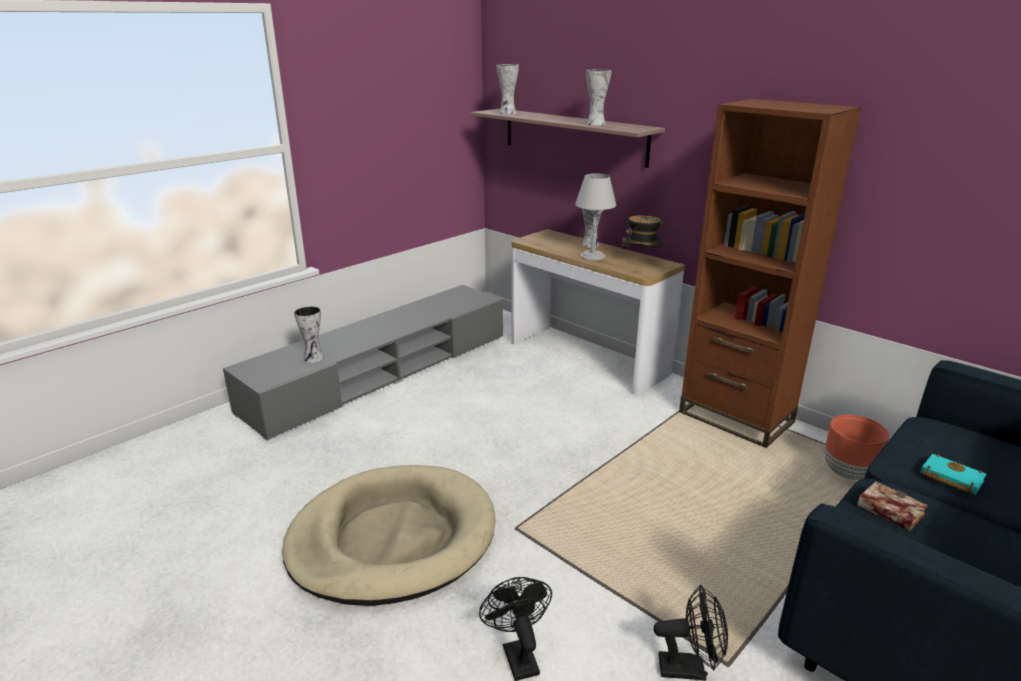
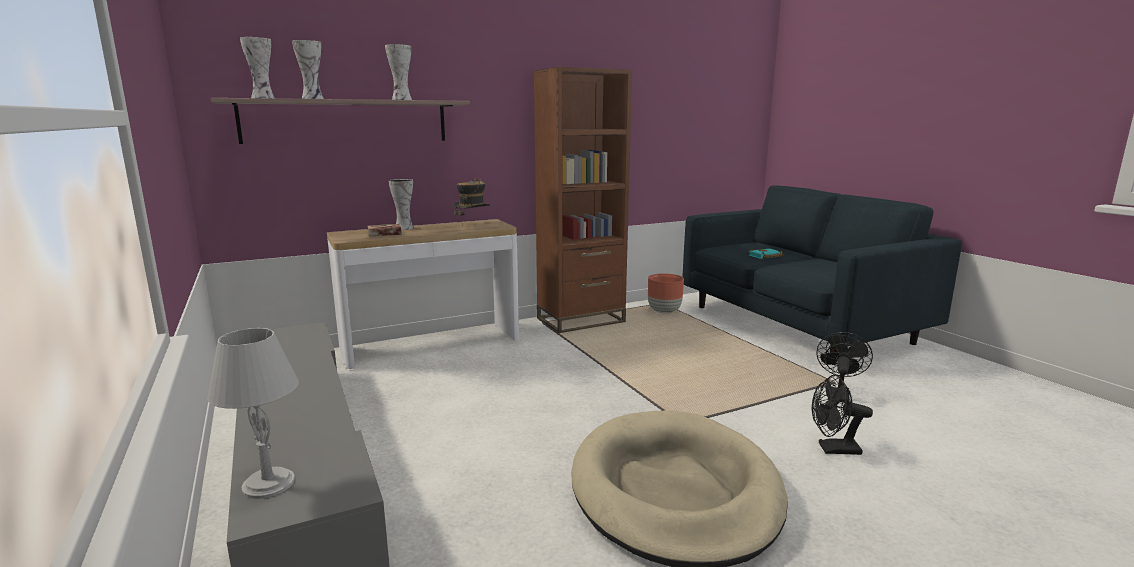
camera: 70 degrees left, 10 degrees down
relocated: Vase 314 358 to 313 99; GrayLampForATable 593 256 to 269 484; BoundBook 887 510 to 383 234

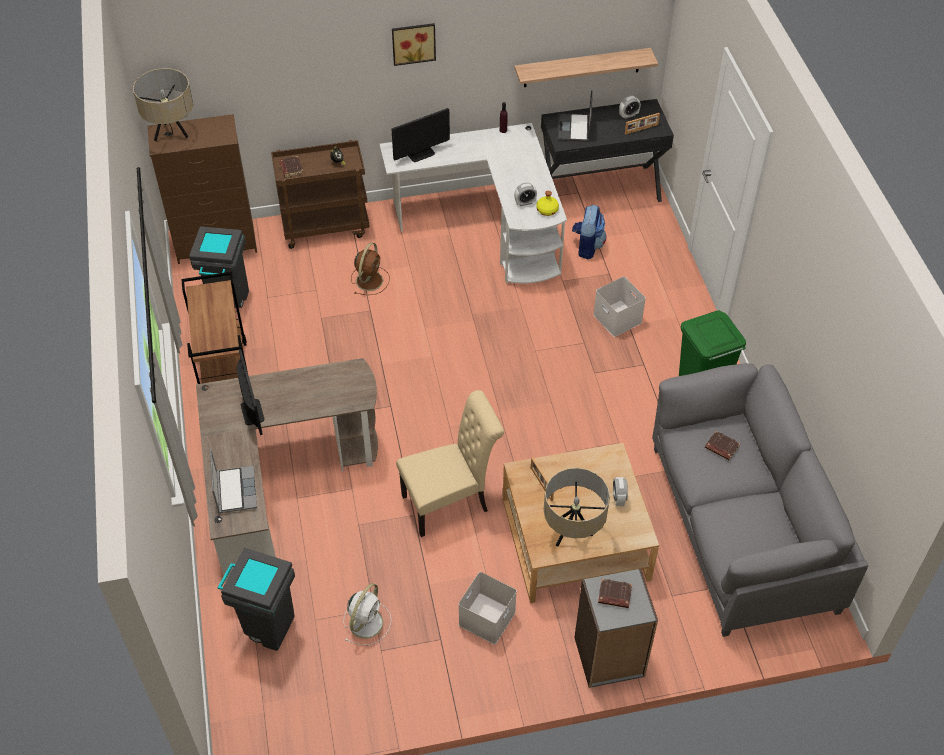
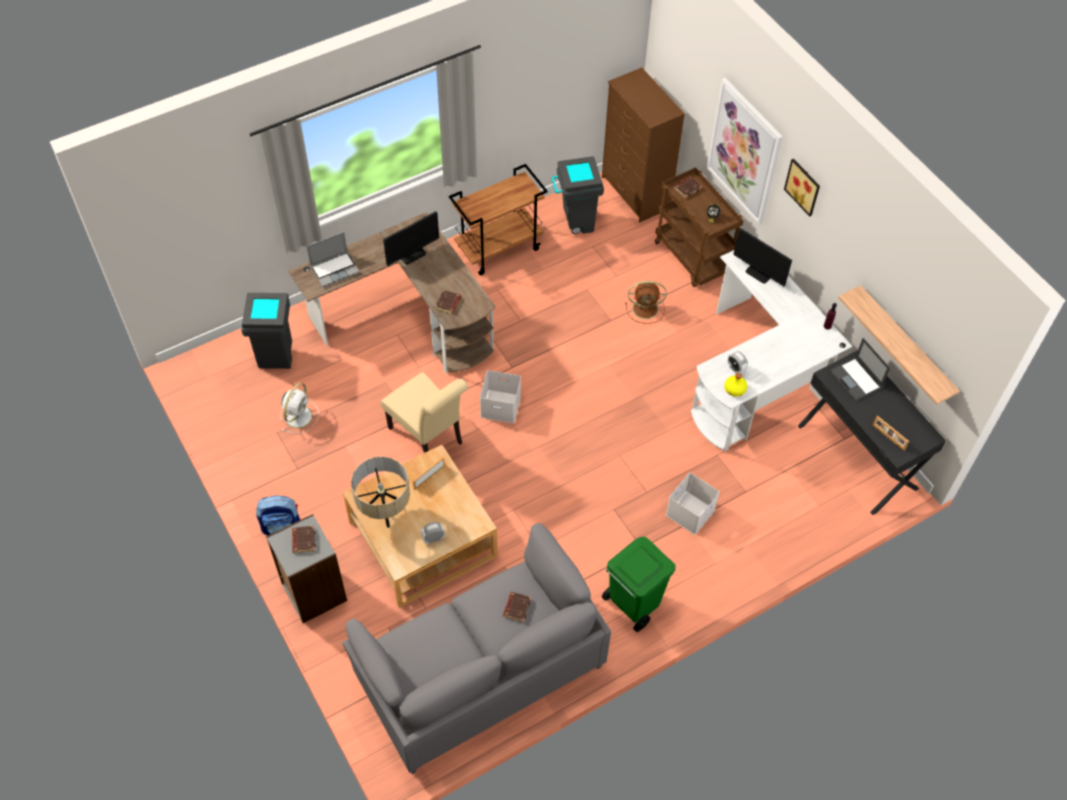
camera: 70 degrees right, 5 degrees up
missing: BeigeLampForATable 172 135; AlarmClock 628 115
appeared: BrownishBoundBook 448 304; Picture 744 152
relocated: WhiteColouredStorageContainer 487 619 to 499 407; Backpack 587 246 to 282 526
spun: WhiteColouredElectricFan 367 622 = 299 415 75 degrees counterclockwise; PortableComputer 574 128 = 856 379 105 degrees counterclockwise

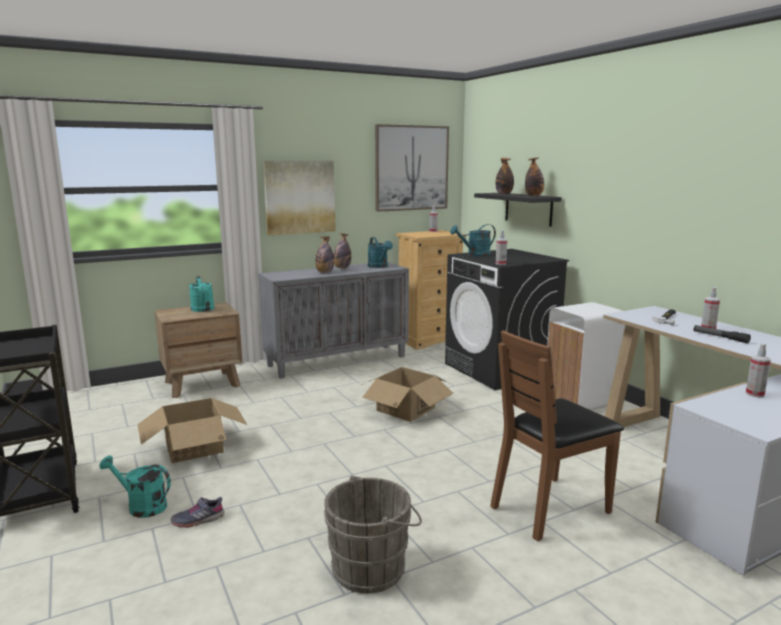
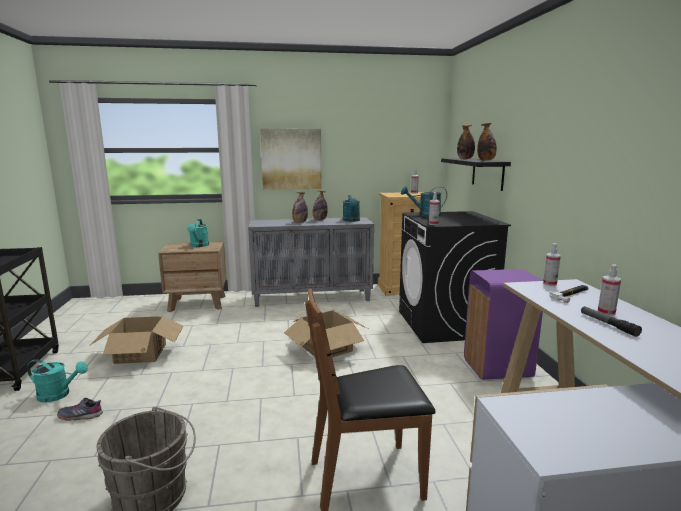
camera: 20 degrees right, 0 degrees up
missing: Picture 411 168
relocated: Sprayer 755 394 to 550 284
colour: WhiteColouredRubbishBin 580 401 to PurpleRubbishBin 498 368
spun: TurquoiseWateringPot 141 506 = 59 395 150 degrees clockwise

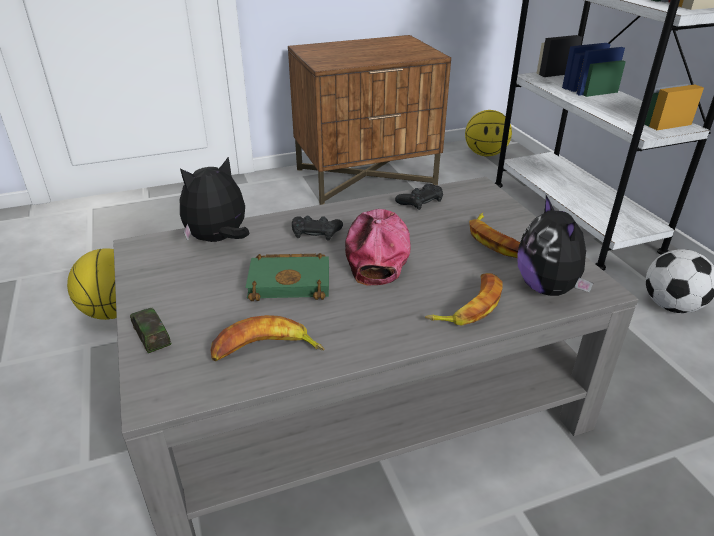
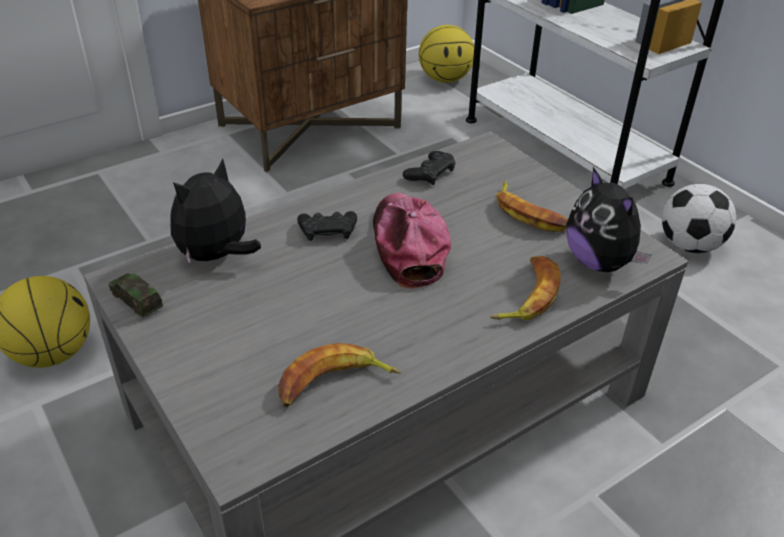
camera: 15 degrees left, 5 degrees up
missing: GreenColouredBoundBook 292 281
relocated: ToyCar 151 335 to 137 300

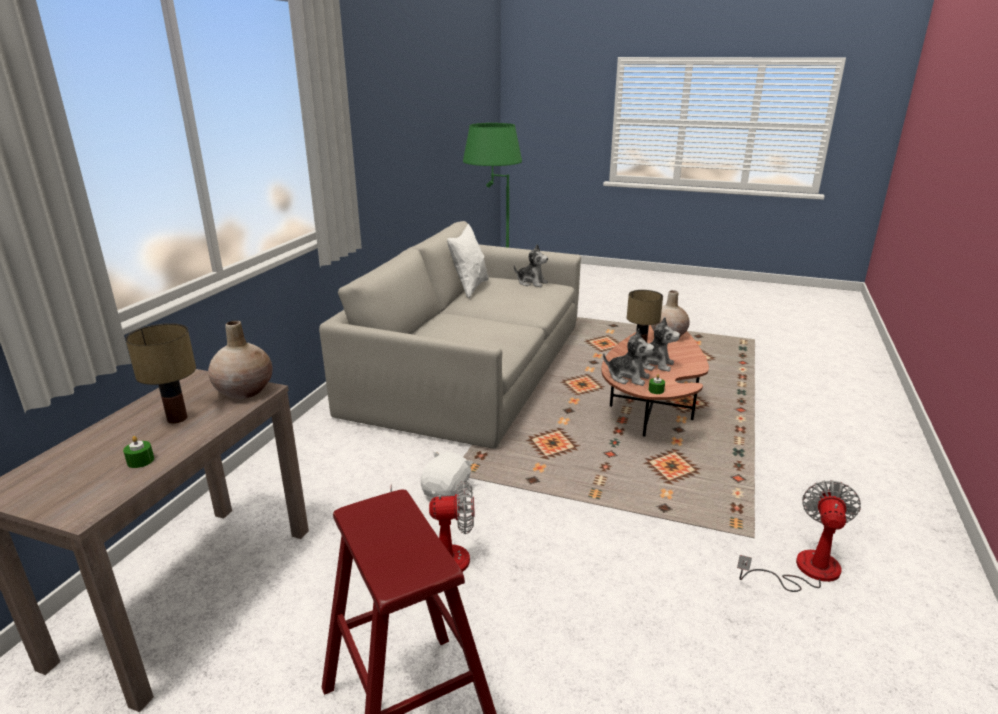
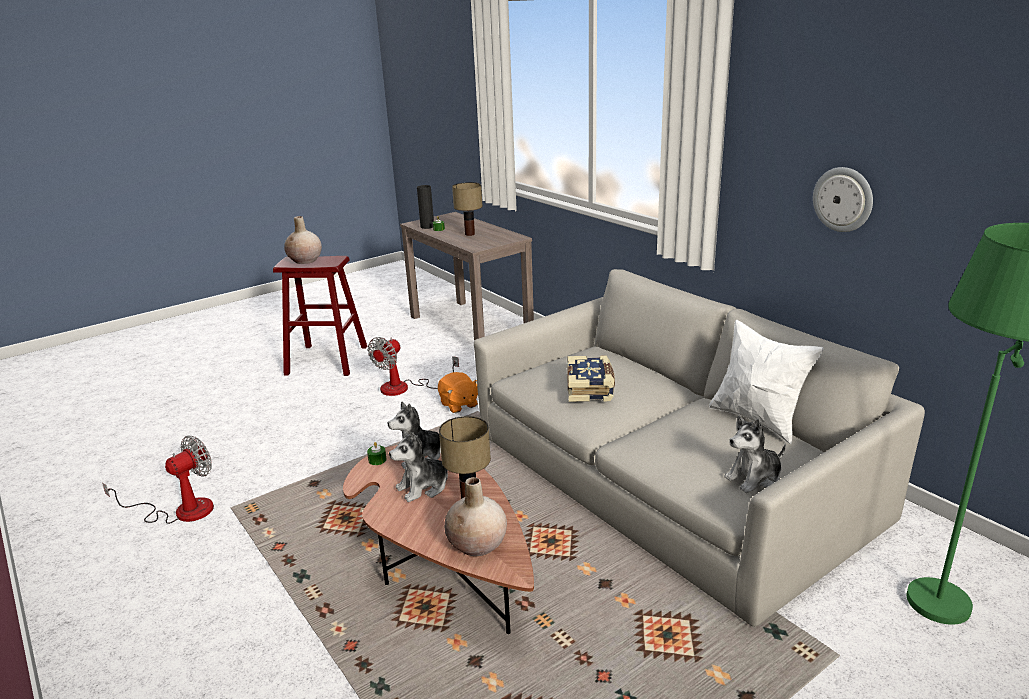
camera: 125 degrees right, 0 degrees up
appeared: BlackishVase 427 226; BoundBook 591 388; ClockOnTheWall 843 199
relocated: BeigeVase 245 390 to 305 260
colour: WhiteColouredPlushToy 447 492 to OrangeColouredPlushToy 458 404
spun: ElectricFan 804 570 = 181 510 105 degrees counterclockwise

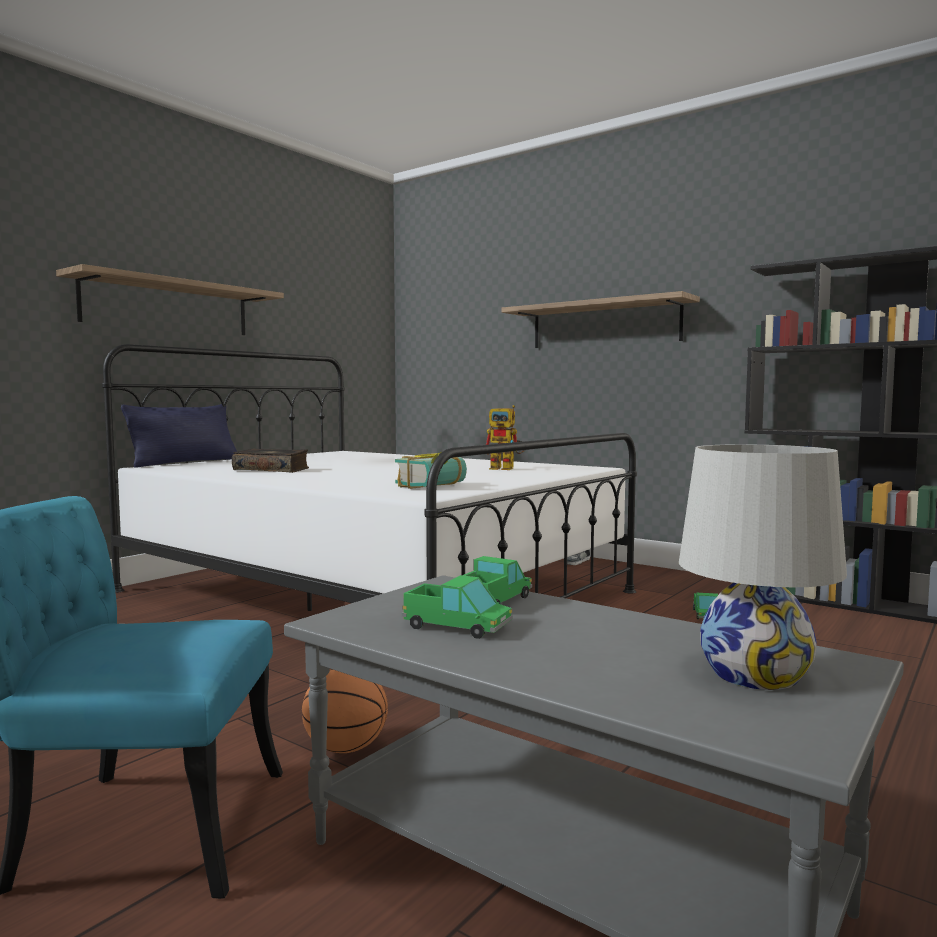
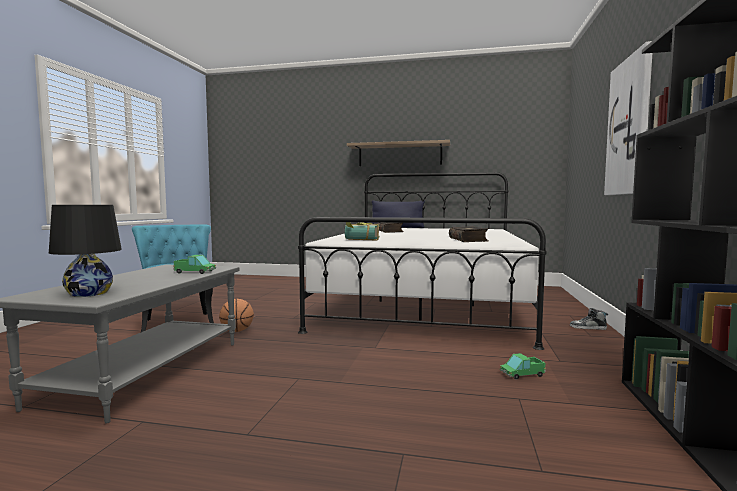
camera: 65 degrees right, 0 degrees up
missing: ModelTruck 457 626
exchanged: ToyRobot 507 469 to BoundBook 468 240; BracketShelf 604 324 to Picture 630 127
colour: WhiteColouredLampForATable 755 674 to BlackishLampForATable 88 293

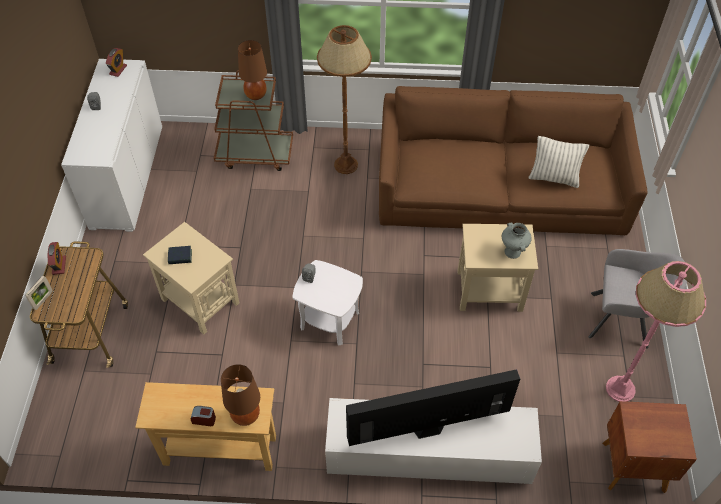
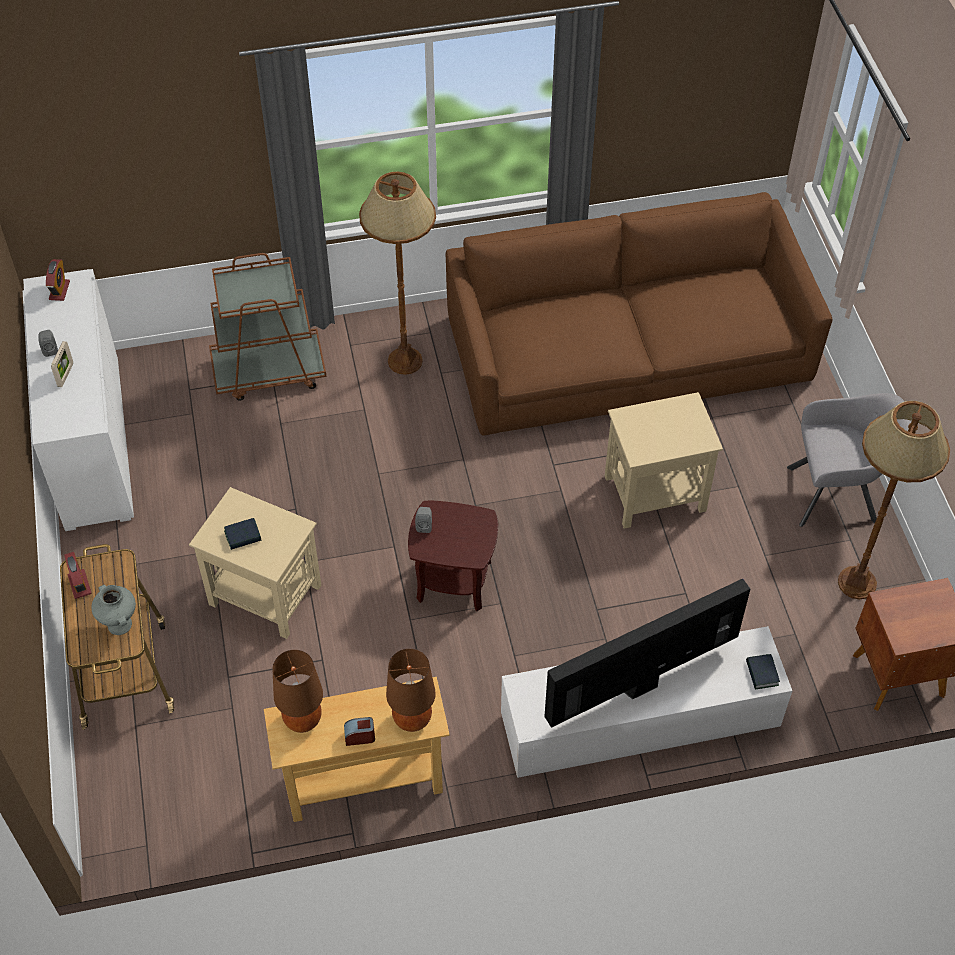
camera: 15 degrees left, 0 degrees up
missing: Cushion 554 178
appeared: BoundBook 762 673
relocated: PhotoFrame 43 300 to 65 375; BrownishLampForATable 255 95 to 302 719; GrayVase 513 252 to 120 624
colour: WhiteColouredEndTable 329 320 to BrownishEndTable 453 581; PinkishFloorLamp 620 388 to BrownishFloorLamp 856 582

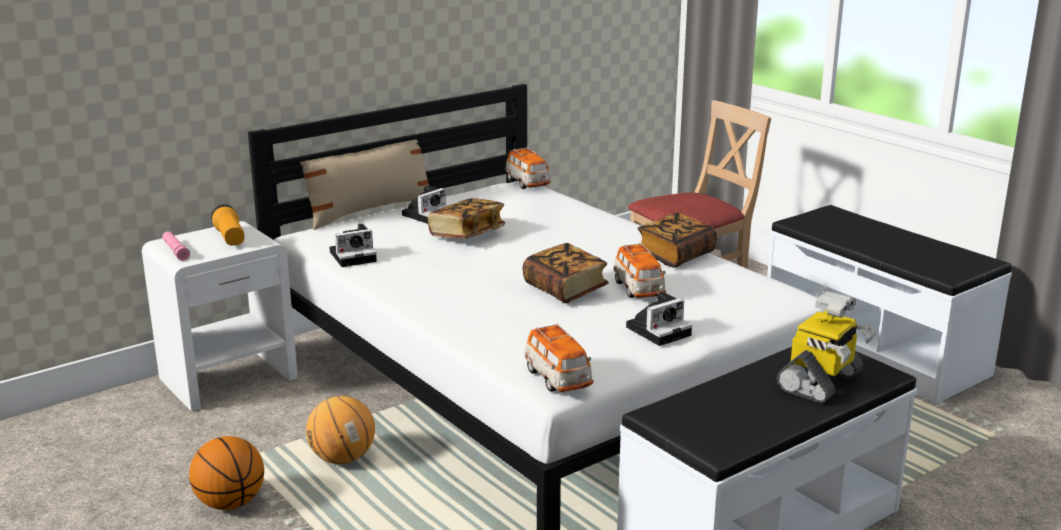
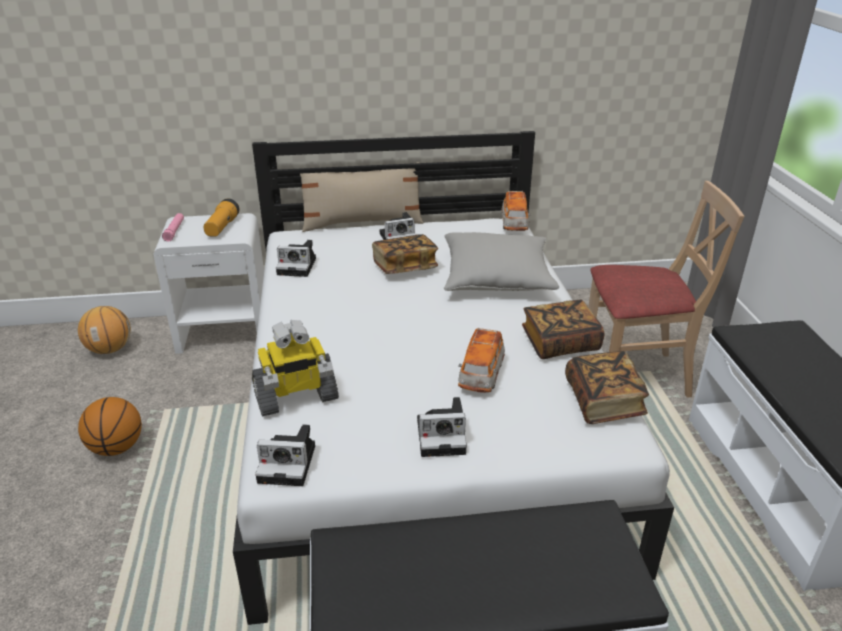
camera: 30 degrees right, 10 degrees up
appeared: GrayCushion 496 278
relocated: BasketballBall 342 459 to 110 349; BoundBook 565 289 to 603 402; ToyRobot 821 382 to 296 397
exchanged: ToyCar 557 379 to PhotoCamera 290 463

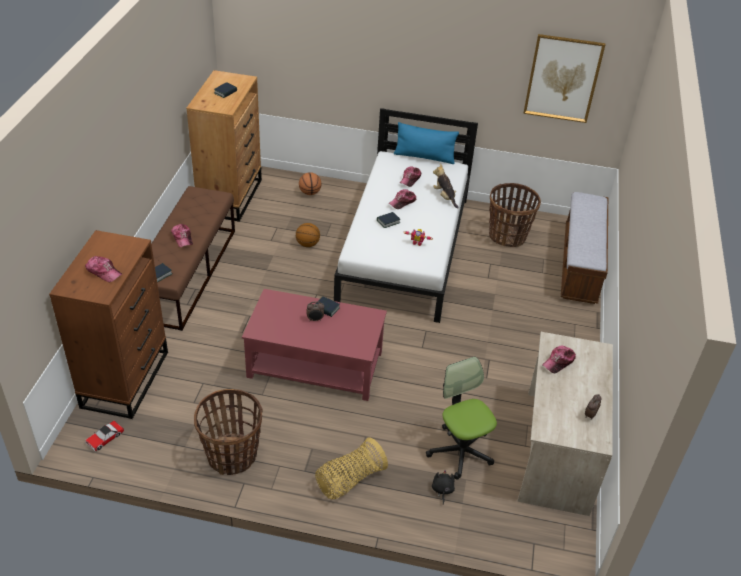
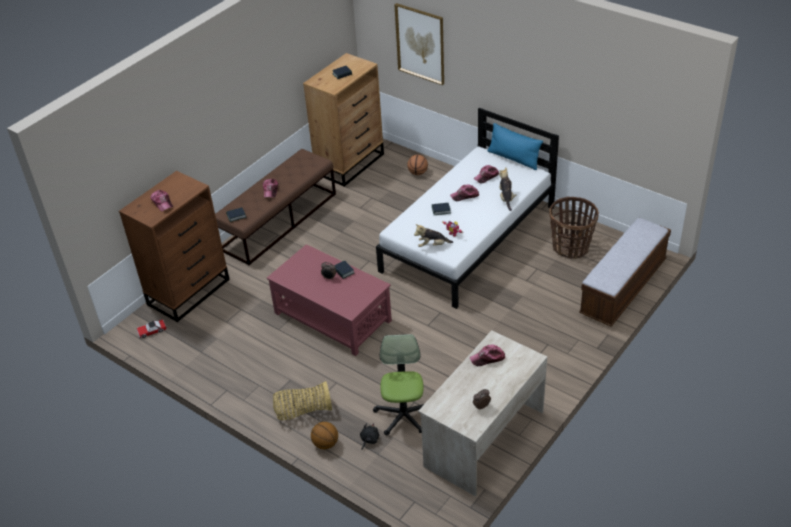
camera: 30 degrees right, 0 degrees up
missing: Basket 232 456
appeared: PlushToy 432 245
relocated: BasketballBall 307 244 to 325 443; Picture 563 78 to 420 43

